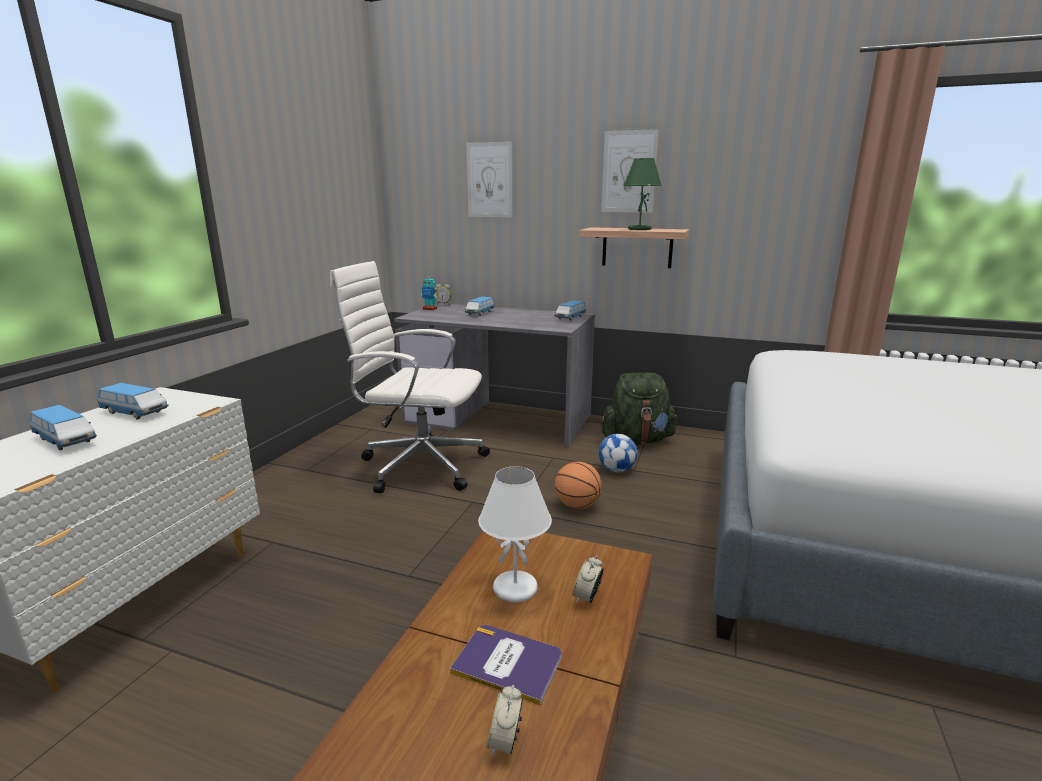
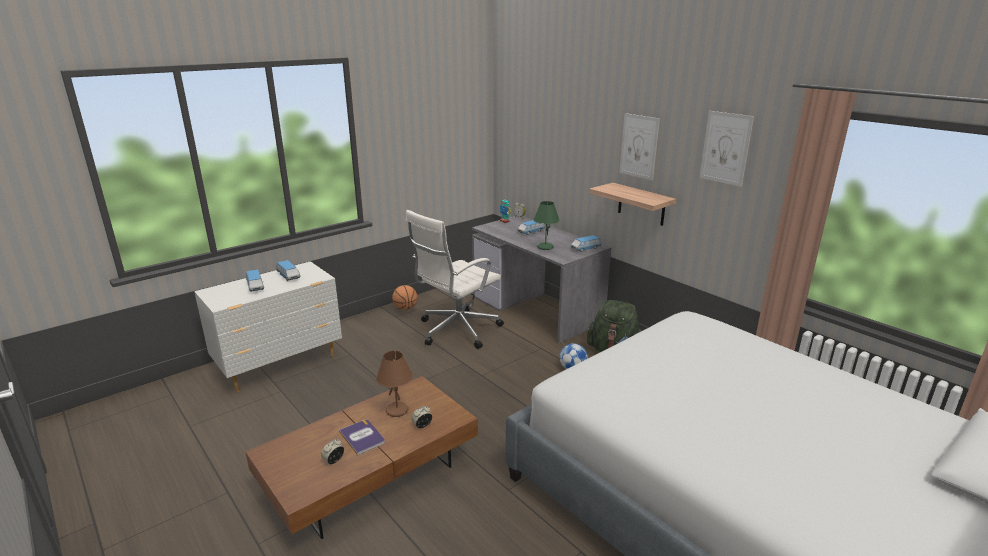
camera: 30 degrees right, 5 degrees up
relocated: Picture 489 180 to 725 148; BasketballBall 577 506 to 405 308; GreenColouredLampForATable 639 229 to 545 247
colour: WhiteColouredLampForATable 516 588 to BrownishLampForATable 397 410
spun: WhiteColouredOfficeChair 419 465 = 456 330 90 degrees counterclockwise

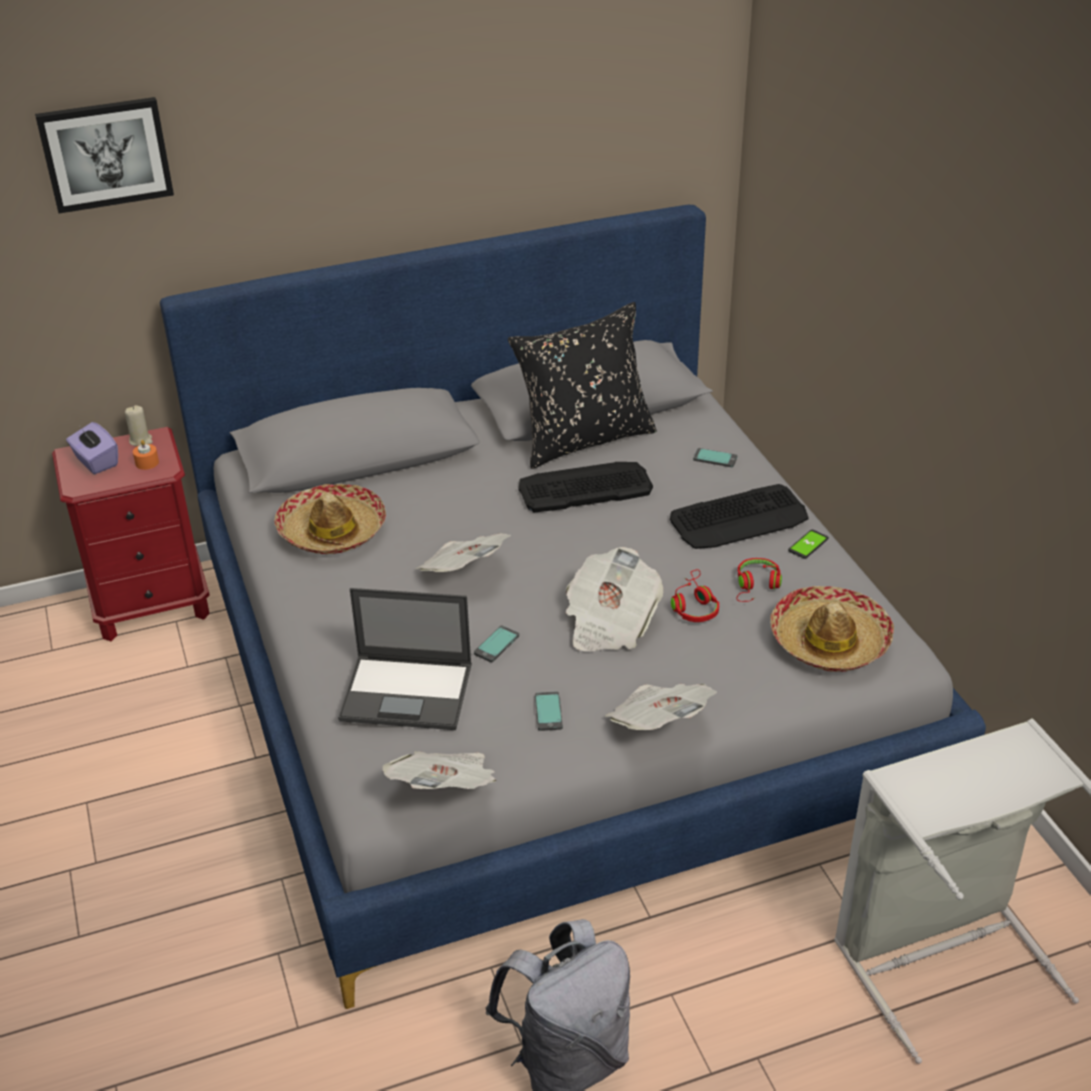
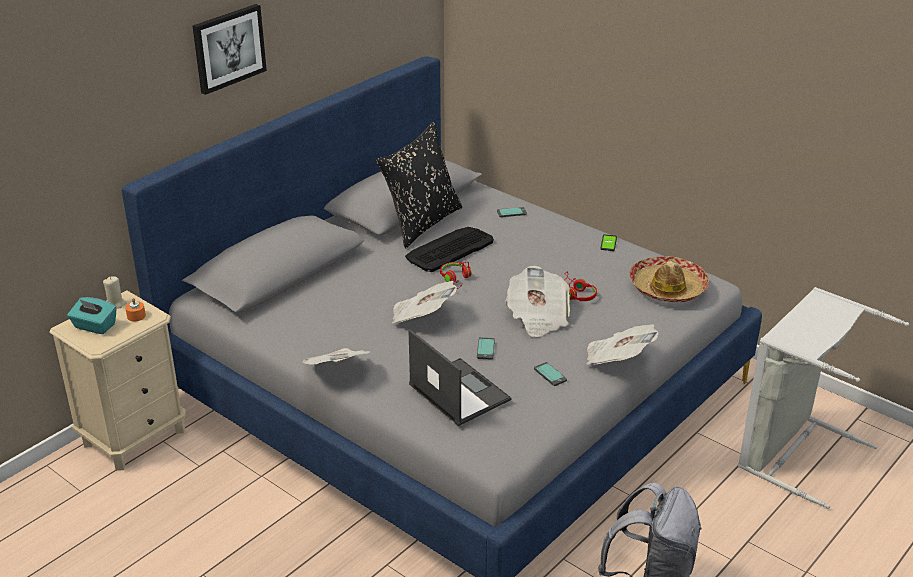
camera: 30 degrees left, 5 degrees down
missing: Hat 332 531; ComputerKeyboard 739 519
relocated: Picture 105 154 to 228 48; Newspaper 445 790 to 337 371; ReddishHeadset 756 586 to 456 279
colour: ReddishNightstand 152 605 to BeigeNightstand 134 437; PurpleTissueHolder 96 461 to TurquoiseTissueHolder 94 326
spun: PortableComputer 408 692 = 458 392 105 degrees counterclockwise

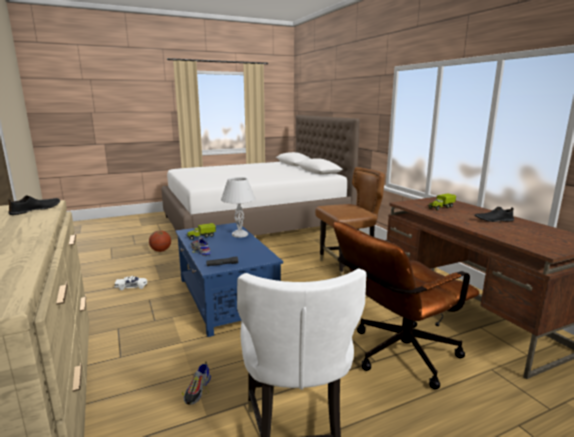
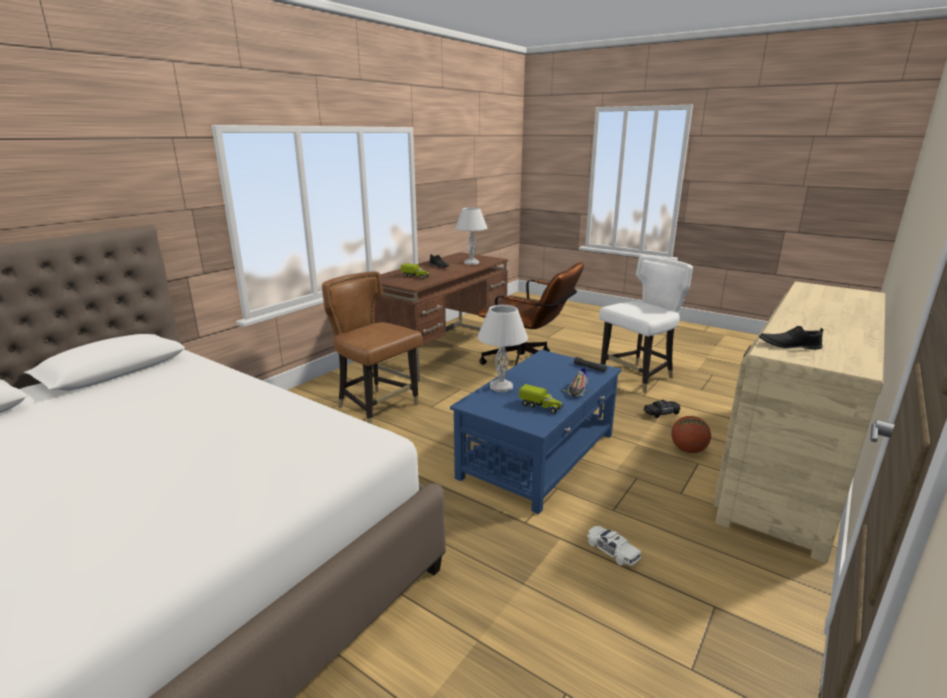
camera: 120 degrees left, 5 degrees up
appeared: WhiteColouredLampForATable 471 263
relocated: BasketballBall 161 251 to 688 450
exchanged: ItemOfFootwear 197 390 to BlackishToyCar 661 413

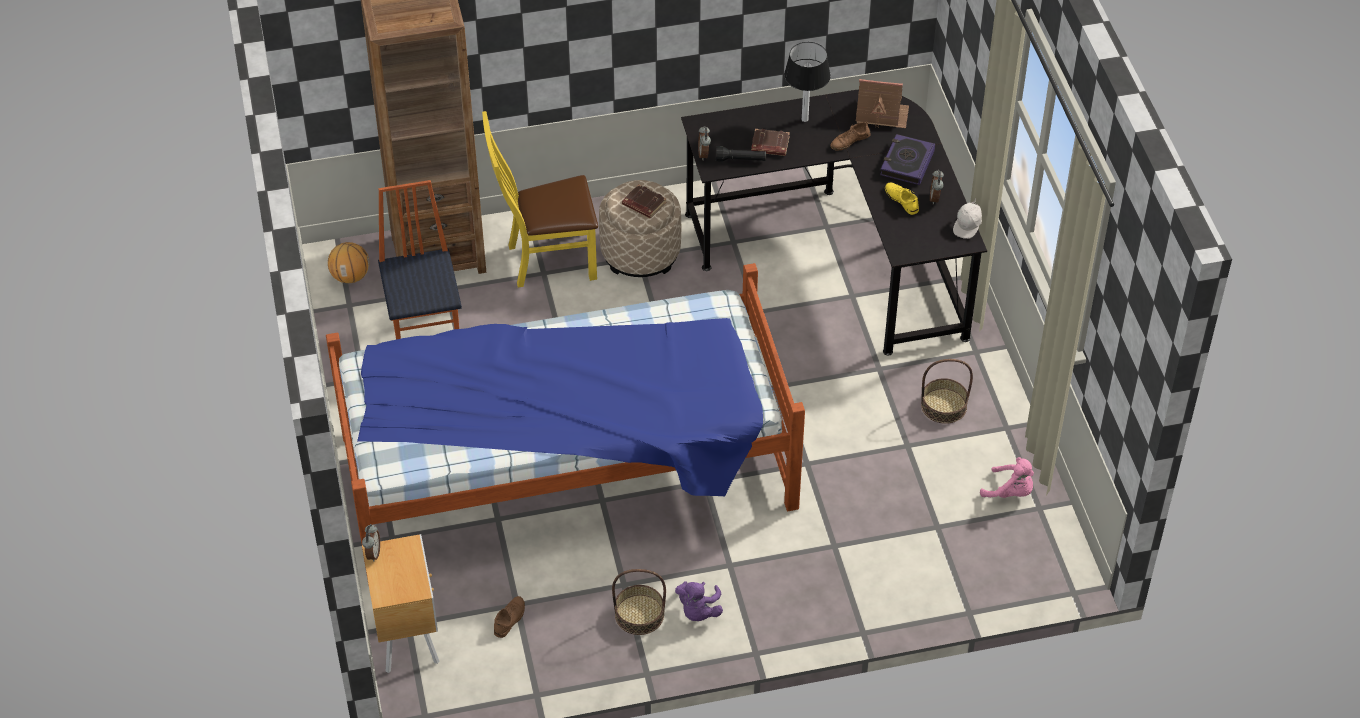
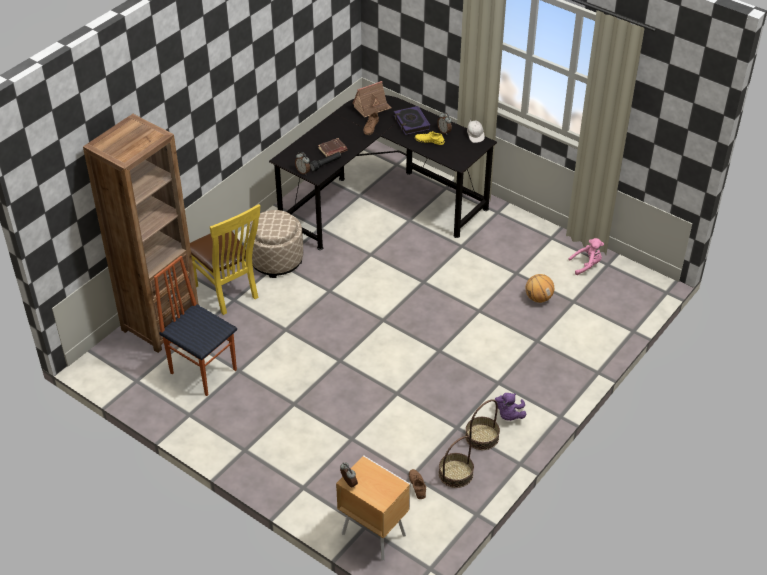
camera: 40 degrees left, 5 degrees down
missing: Bed 568 473; BrownishBoundBook 643 204; LampForATable 804 119
relocated: BasketballBall 350 276 to 538 298; Basket 943 406 to 455 474
spun: YellowColouredUprightChair 546 261 = 228 293 75 degrees counterclockwise; PurplePlushToy 698 611 = 509 415 45 degrees clockwise

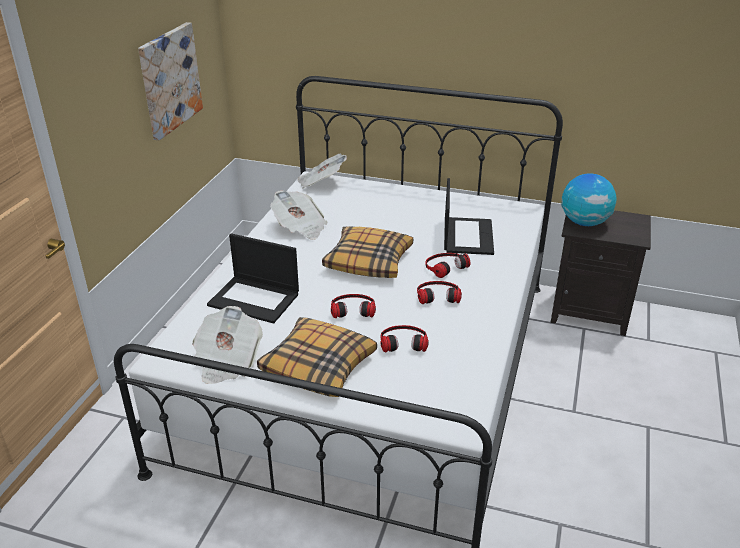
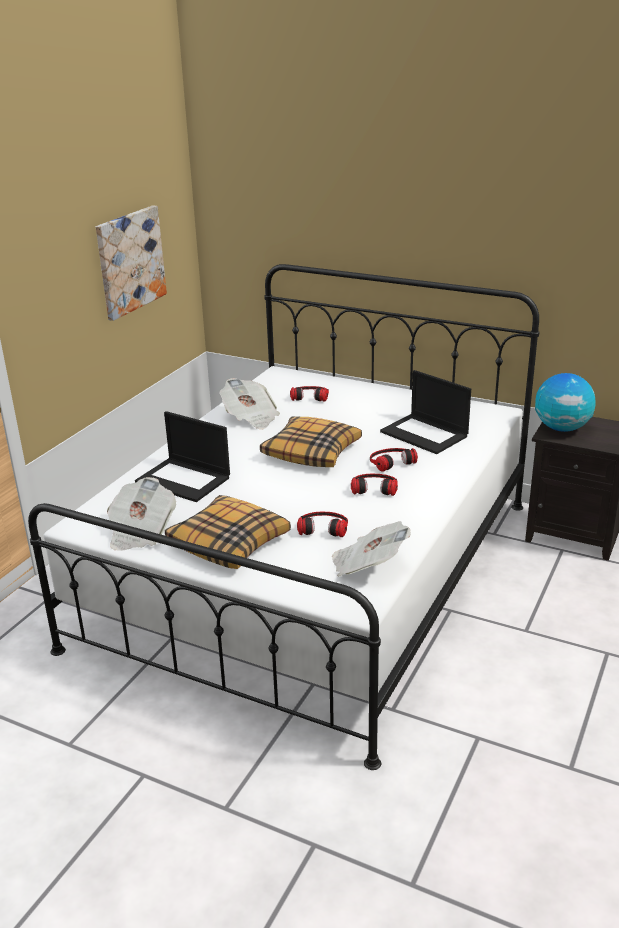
camera: 10 degrees right, 5 degrees down
relocated: Newspaper 321 183 to 368 566; Headset 353 308 to 310 396
spun: PortableComputer 467 236 = 425 434 120 degrees clockwise

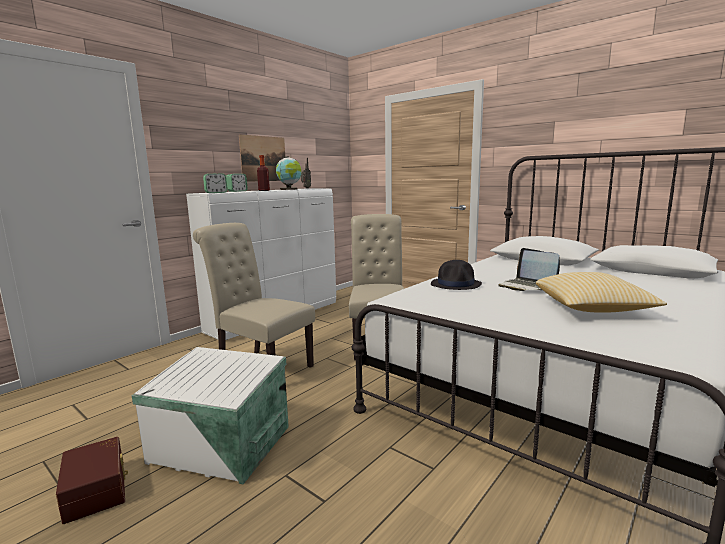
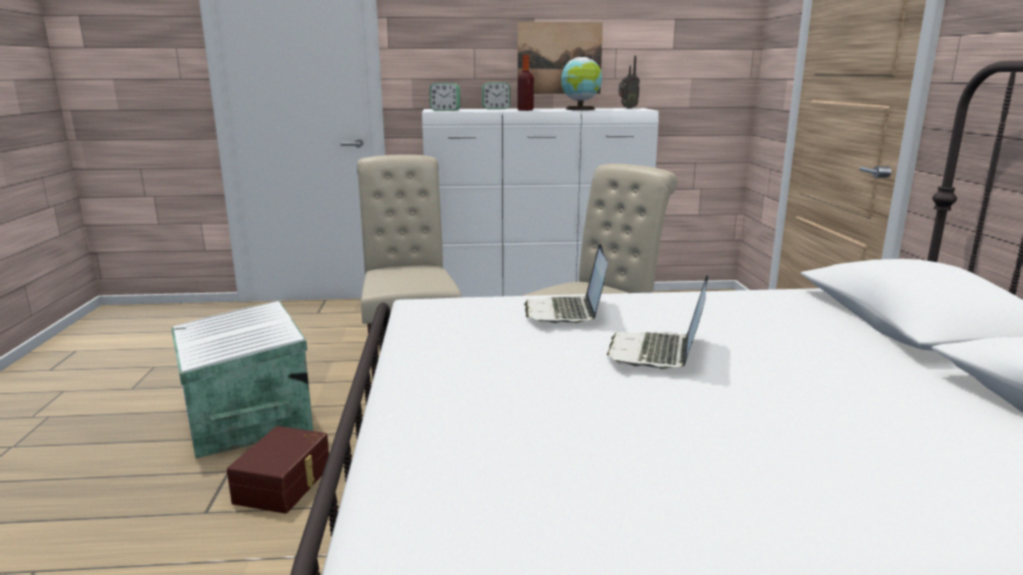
camera: 45 degrees right, 5 degrees up
missing: Cushion 591 309
relocated: BrownishStorageContainer 97 489 to 285 484
exchanged: BlackishHat 456 284 to PortableComputer 566 313

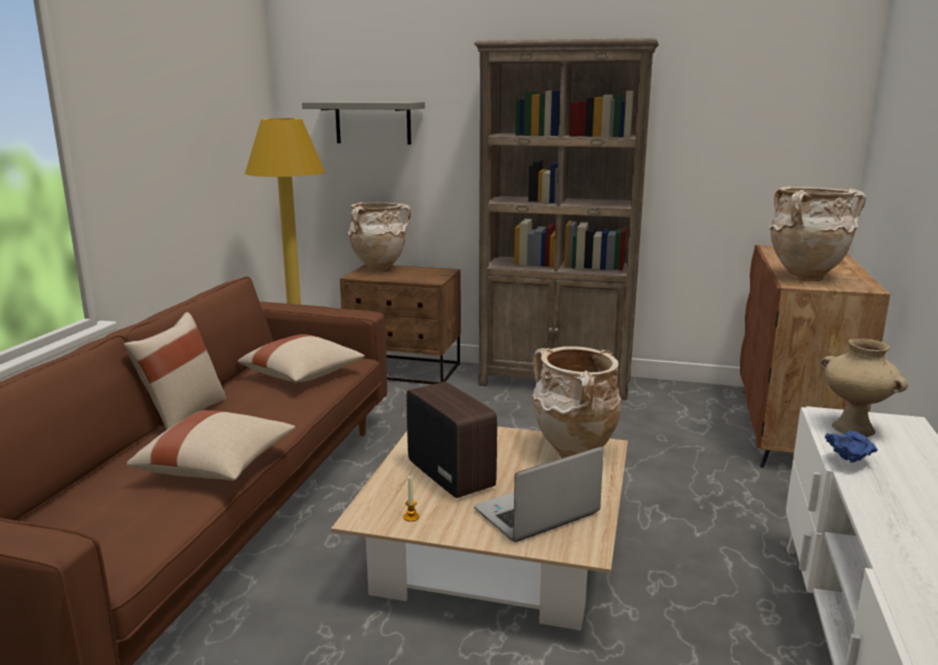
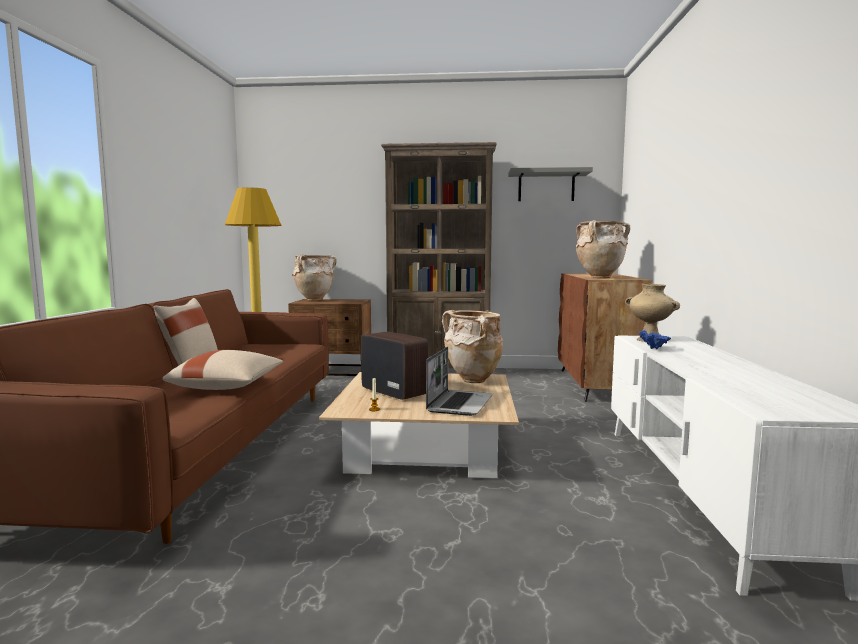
camera: 10 degrees left, 10 degrees down
missing: BeigeCushion 303 376
relocated: GrayBracketShelf 373 122 to 546 186
spun: PortableComputer 536 514 = 459 404 150 degrees clockwise

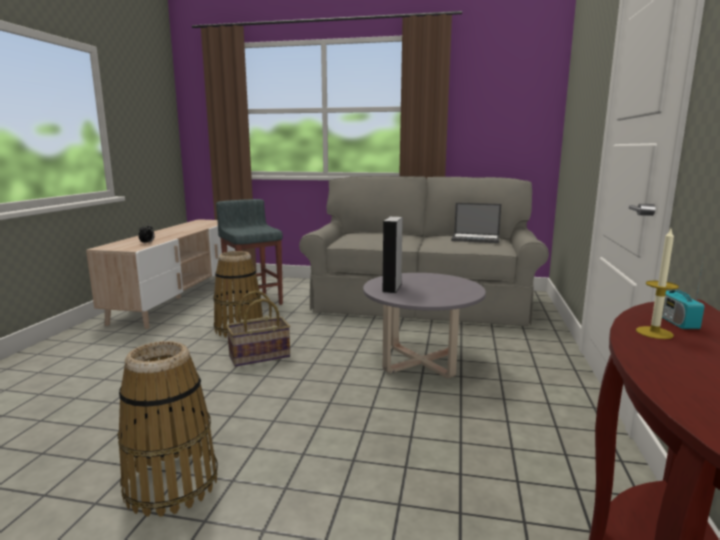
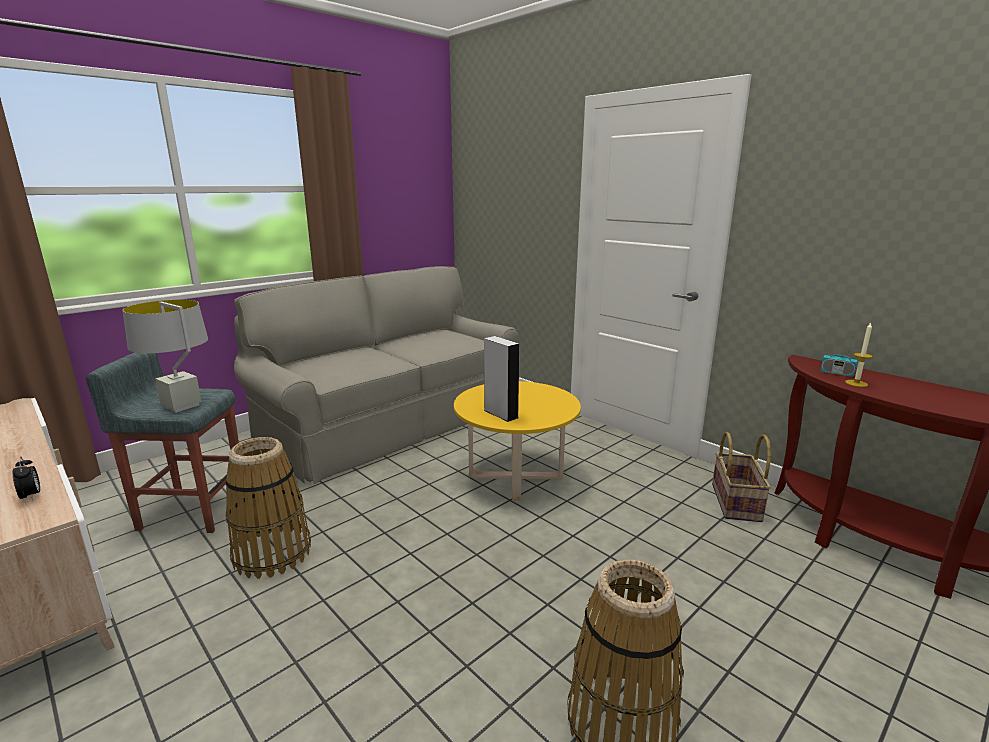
camera: 55 degrees left, 5 degrees up
missing: PortableComputer 476 238
appeared: GrayLampForATable 182 406
relocated: Basket 259 356 to 737 503
colour: GrayLowTable 421 361 to YellowColouredLowTable 515 477

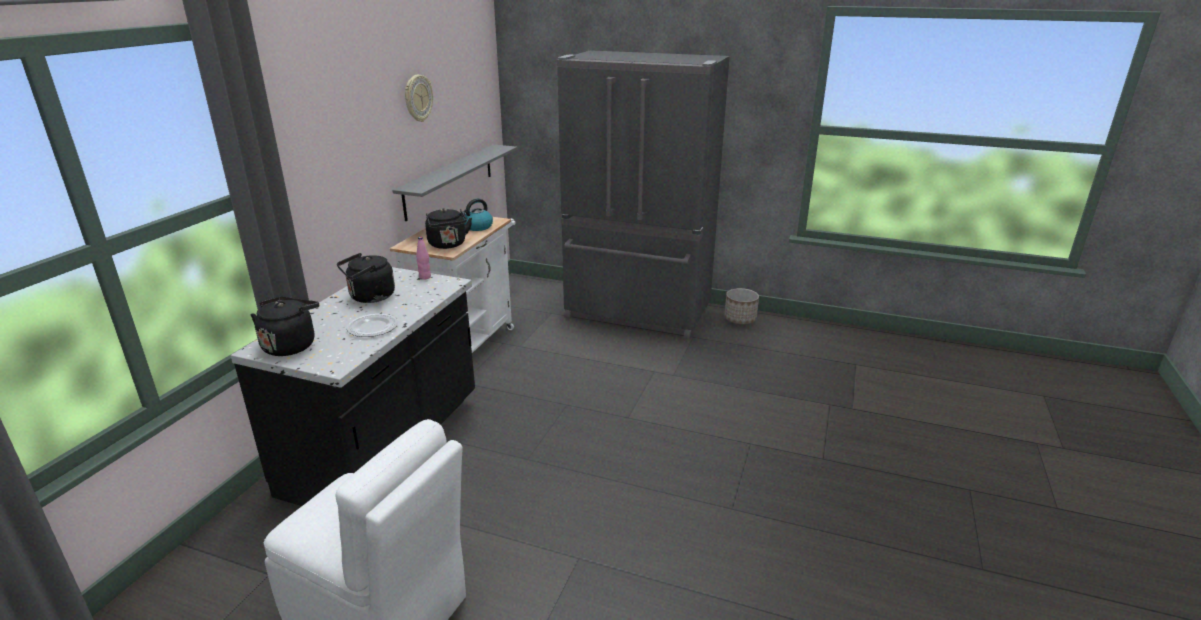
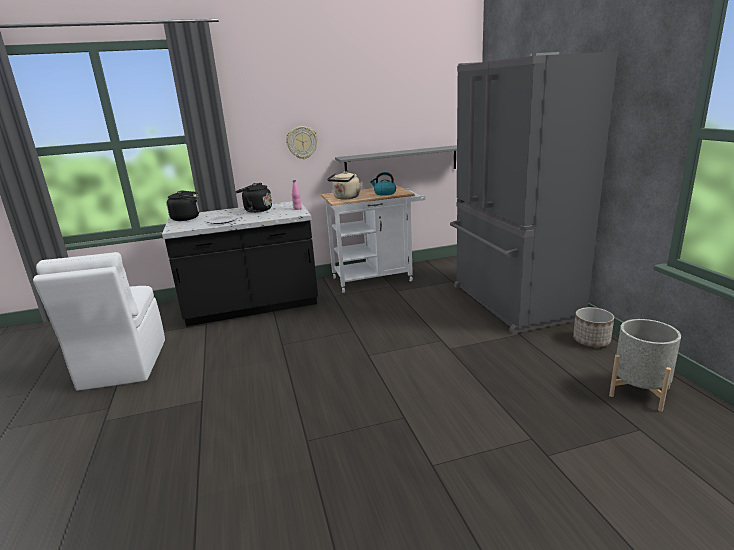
camera: 55 degrees right, 5 degrees down
appeared: GrayFlowerPot 639 392
relocated: ClockOnTheWall 418 98 to 302 142
colour: BlackishWaterKettle 448 245 to BeigeWaterKettle 346 198

